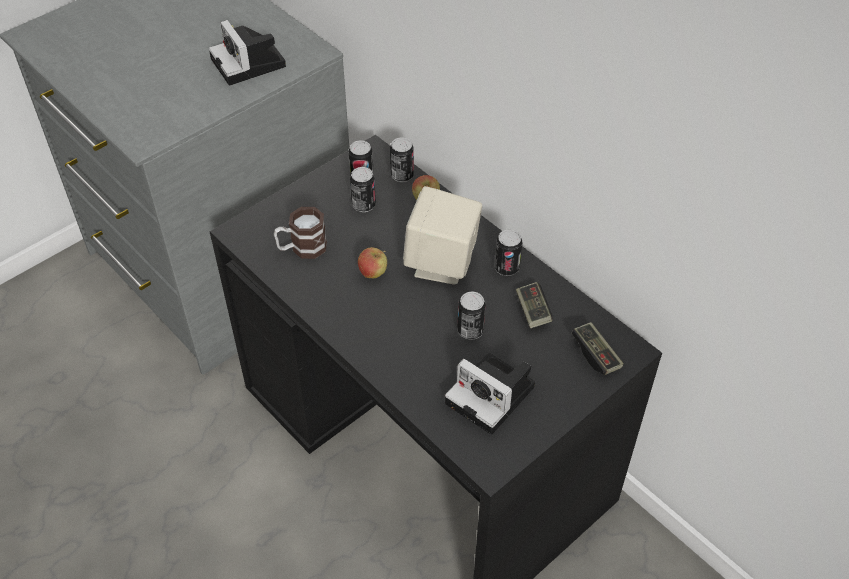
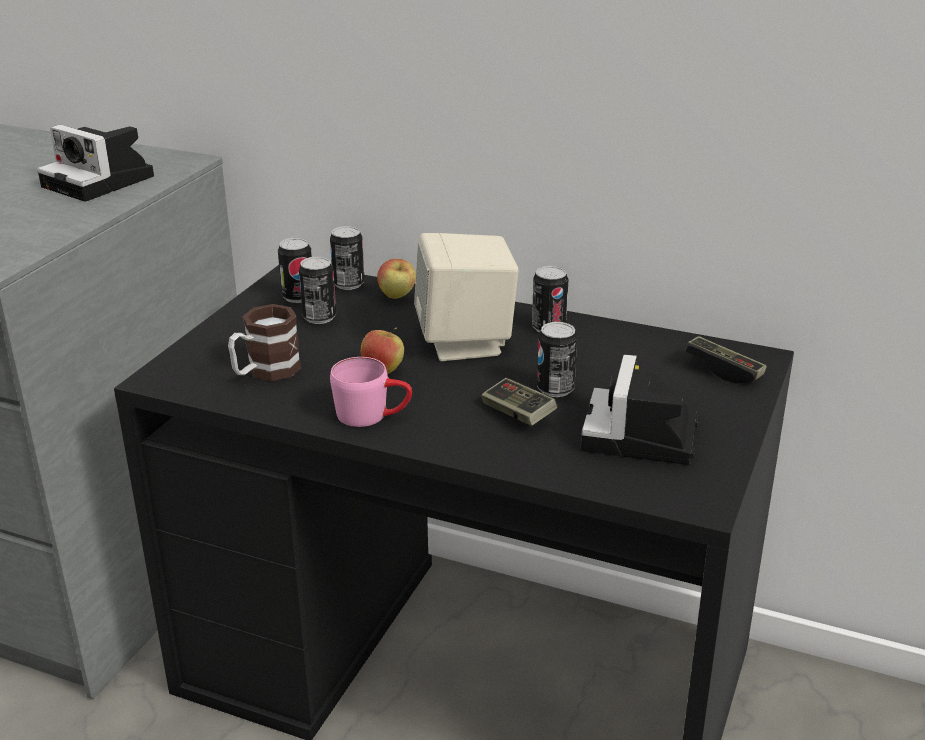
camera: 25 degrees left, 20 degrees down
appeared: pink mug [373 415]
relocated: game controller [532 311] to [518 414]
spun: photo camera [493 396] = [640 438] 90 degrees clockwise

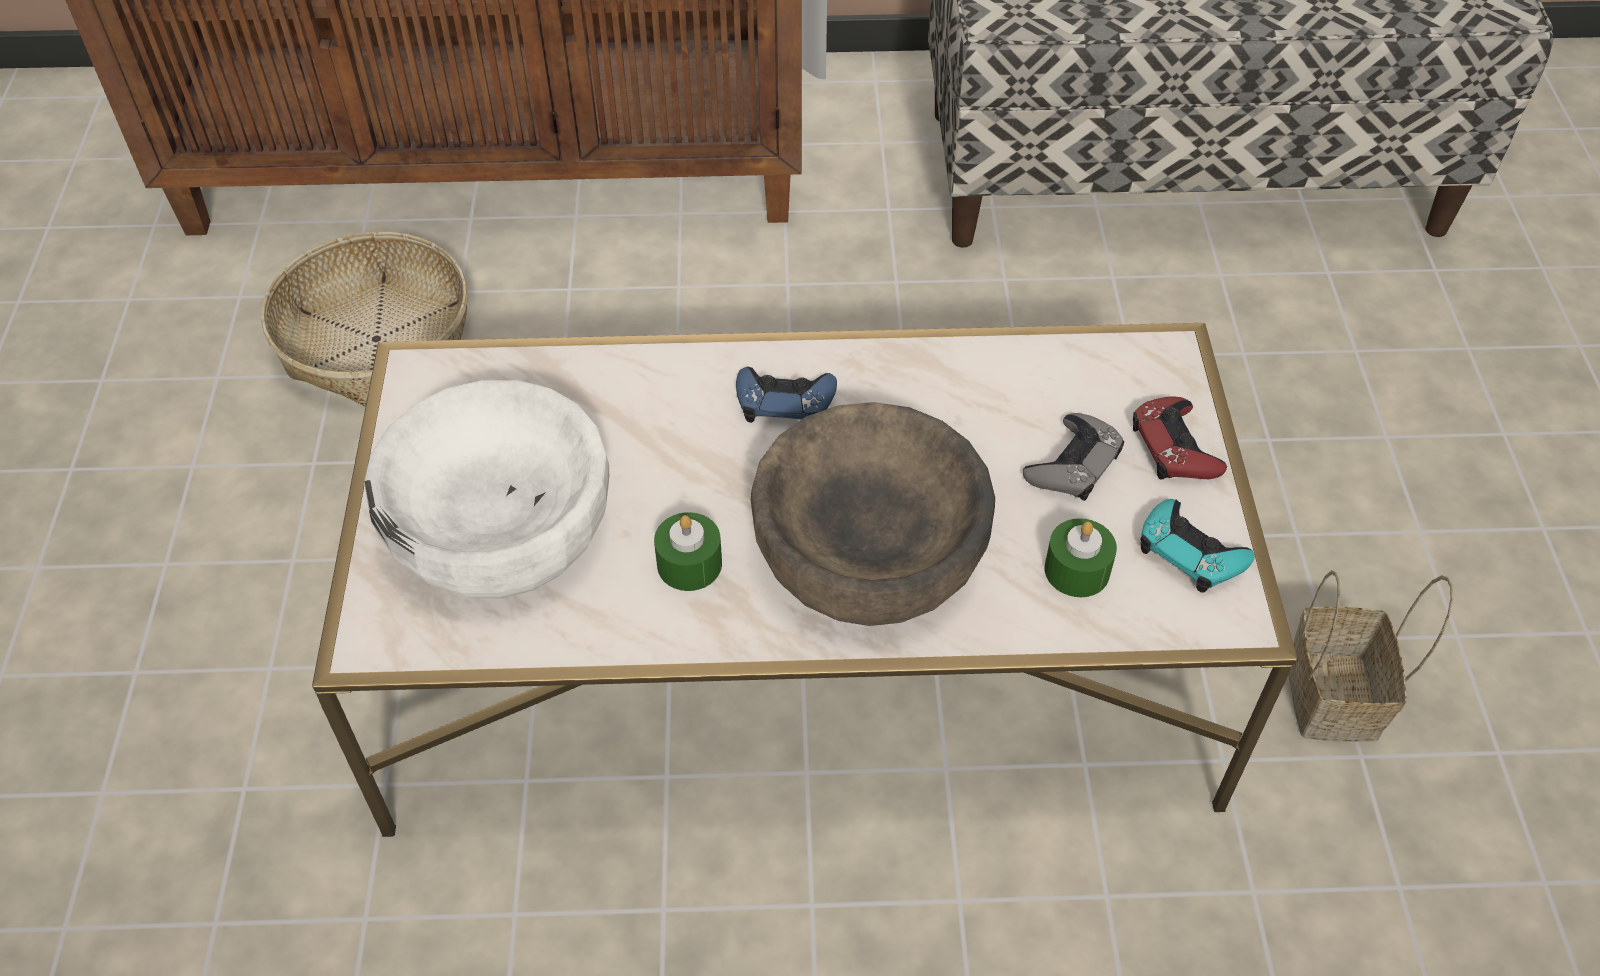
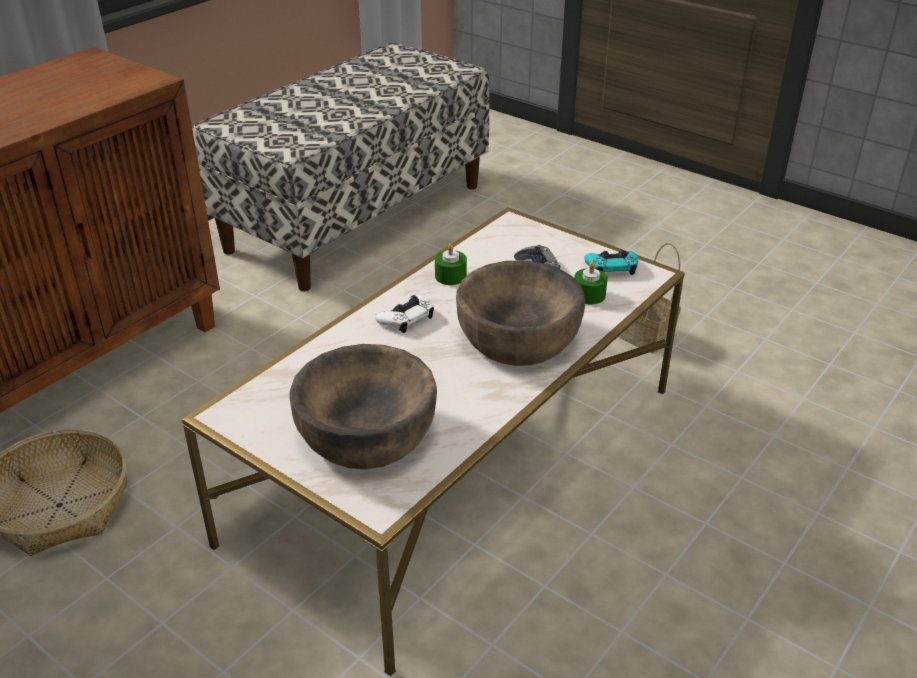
camera: 50 degrees left, 15 degrees down
missing: red game controller [1174 447]
relocated: green candle [689 564] to [450 276]
colour: blue game controller [784 402] to white game controller [406 318]; white bowl [501 530] to brown bowl [367 434]

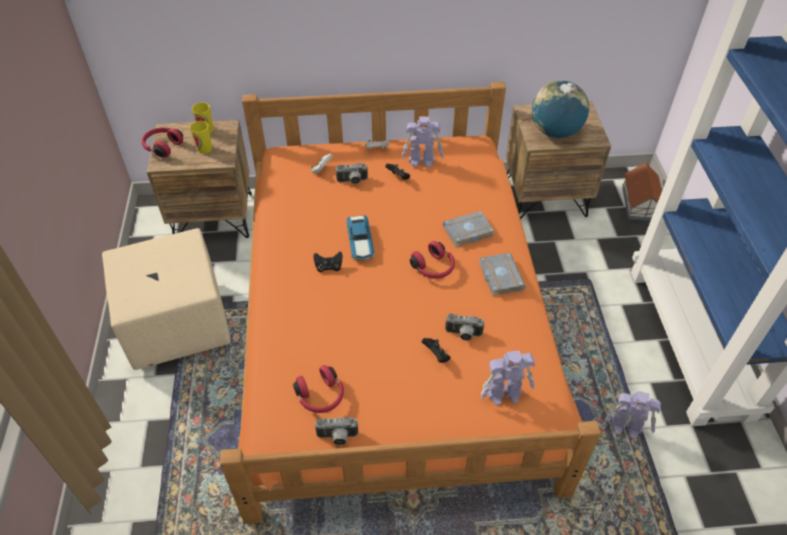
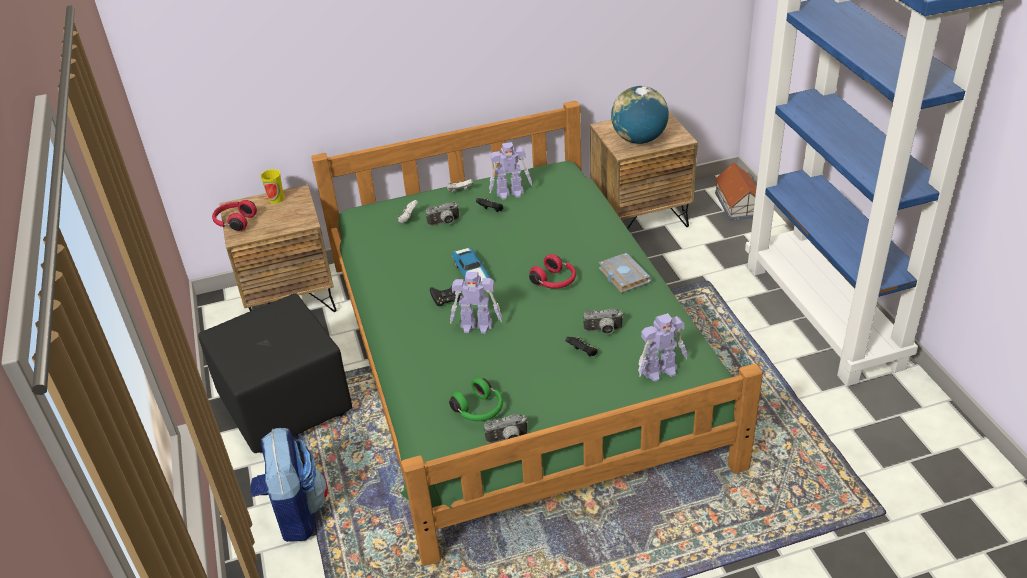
camera: 10 degrees left, 10 degrees down
missing: cup [204 148]; grey book [467 232]
appeared: backpack [295 513]
relocated: toy robot [626 428] to [477 326]
colour: orange bed [392 320] to green bed [517 356]; beige ottoman [178 324] to black ottoman [286 405]; red headphones [321 397] to green headphones [479 410]

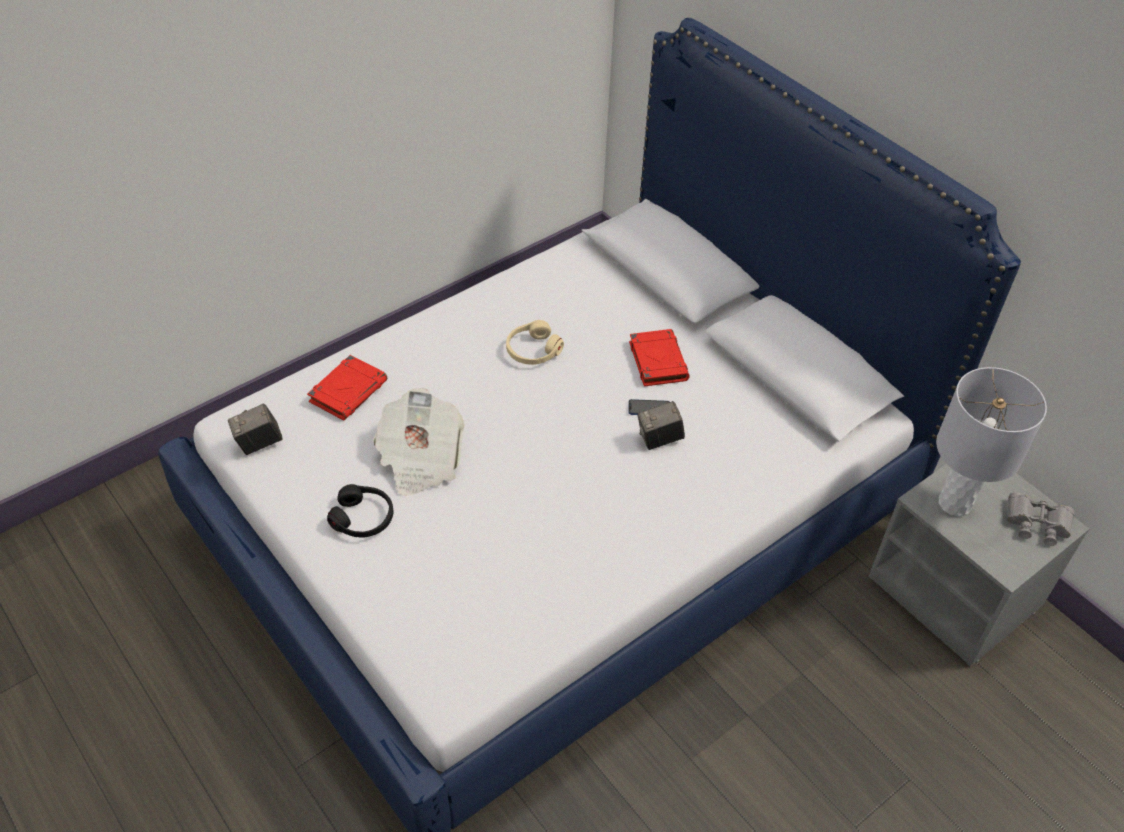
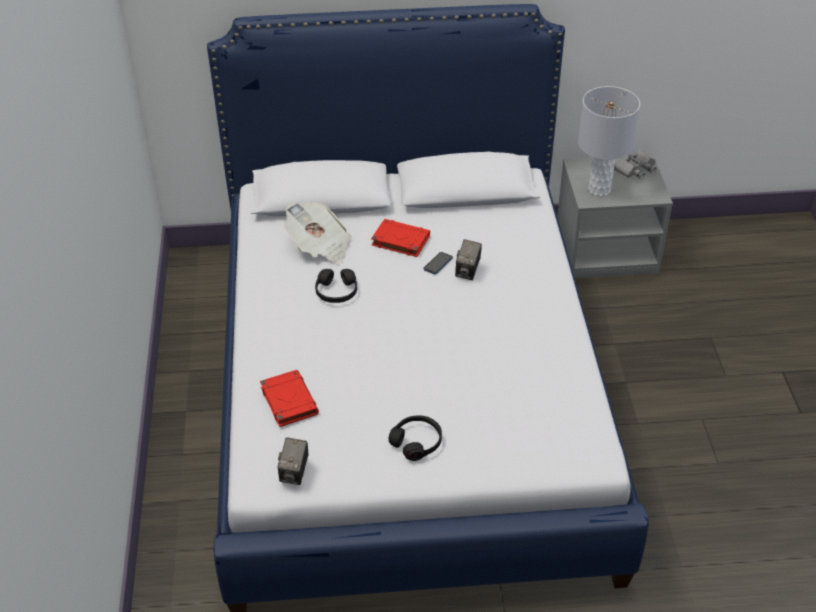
camera: 55 degrees left, 5 degrees down
relocated: newspaper [420 459] to [319 246]
colour: beige headphones [533 350] to black headphones [336 292]

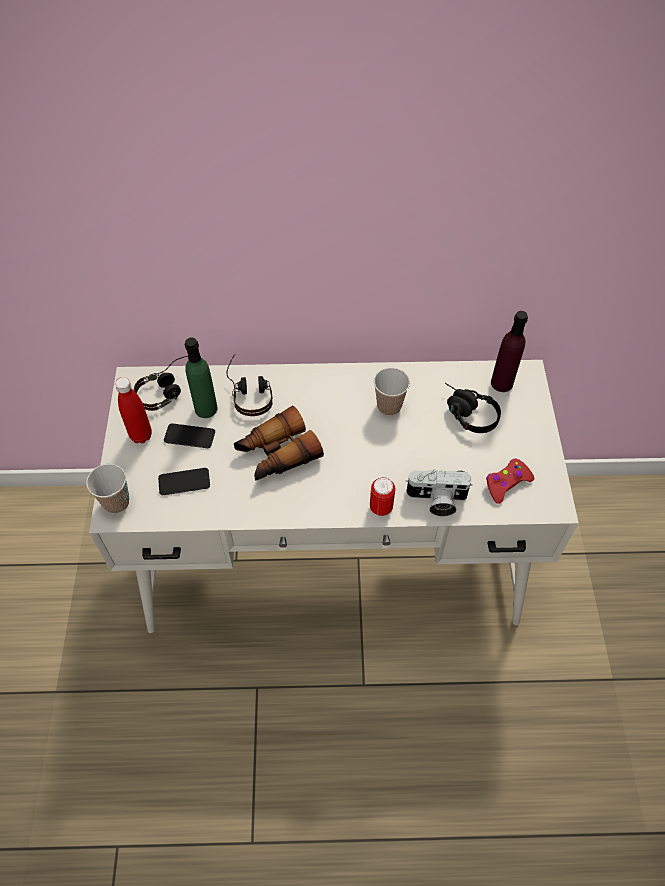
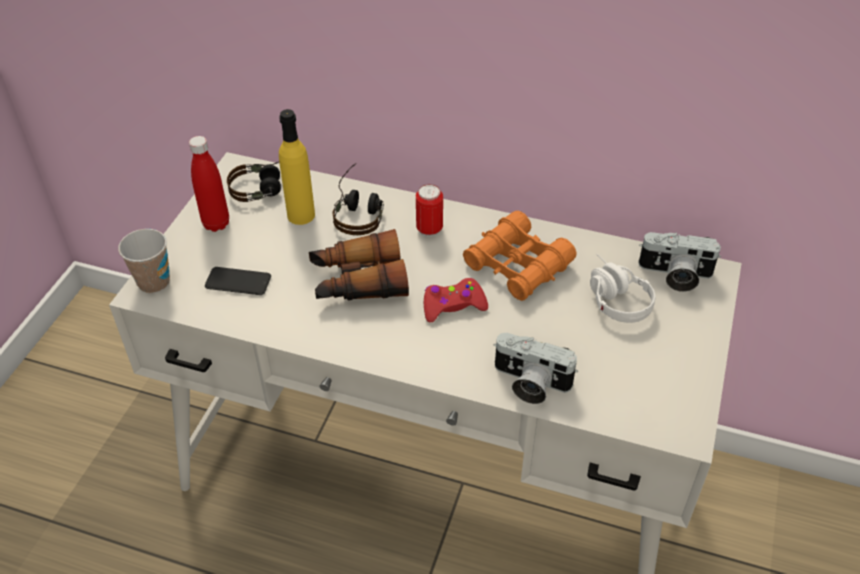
camera: 20 degrees right, 10 degrees down
missing: phone [189 436]
relocated: red game controller [506 483] to [453 305]; can [381 508] to [429 229]
exchanged: purple bottle [501 383] to photo camera [674 275]; cup [389 406] to orange binoculars [517 265]
colour: green bottle [206 408] to yellow bottle [301 215]; black headphones [466 413] to white headphones [612 297]

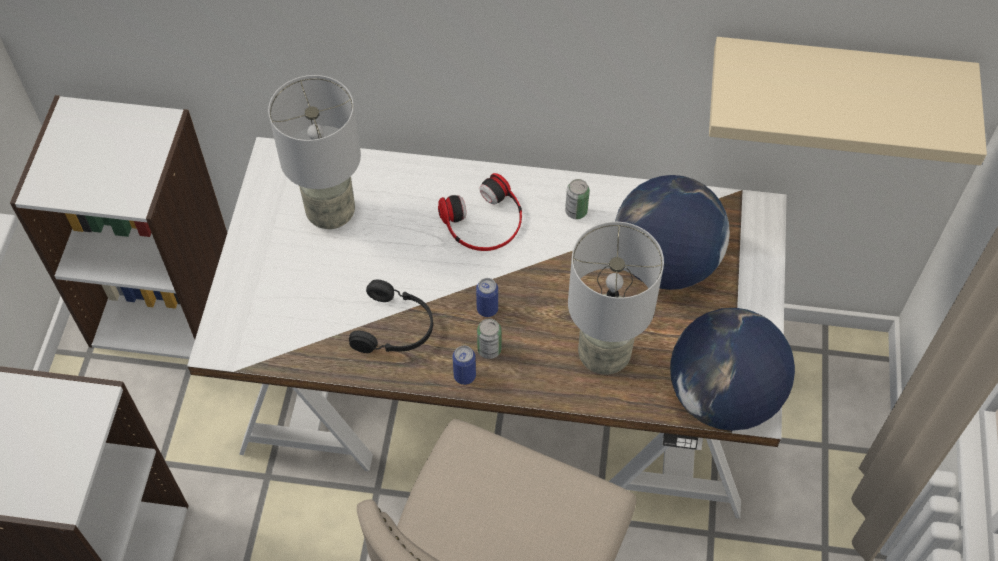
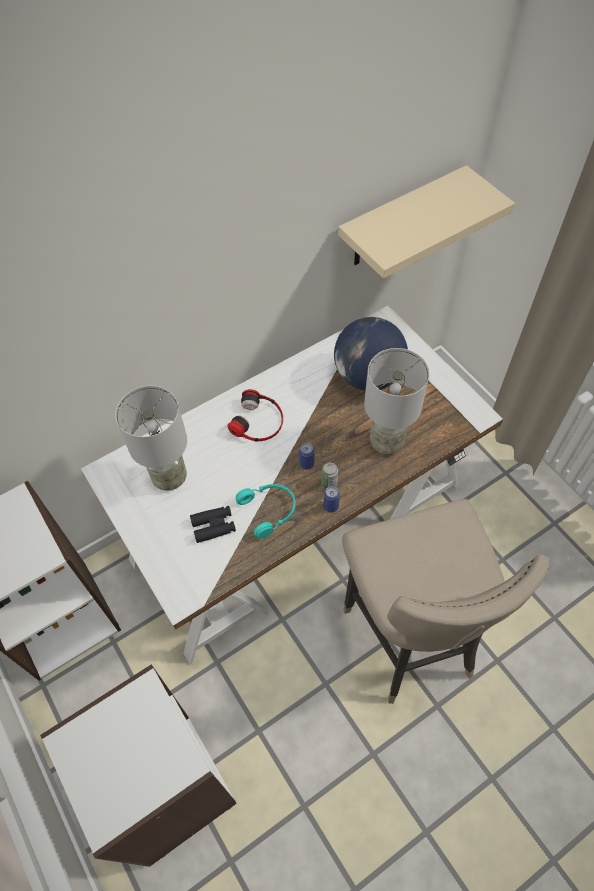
camera: 40 degrees left, 0 degrees up
missing: can [576 211]; globe [723 397]
appeared: black binoculars [213 526]
colour: black headphones [395 328] to turquoise headphones [269 510]

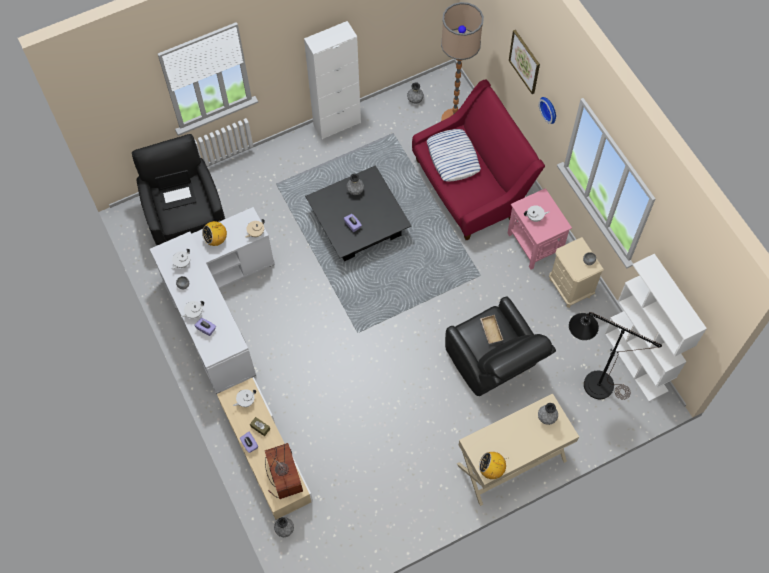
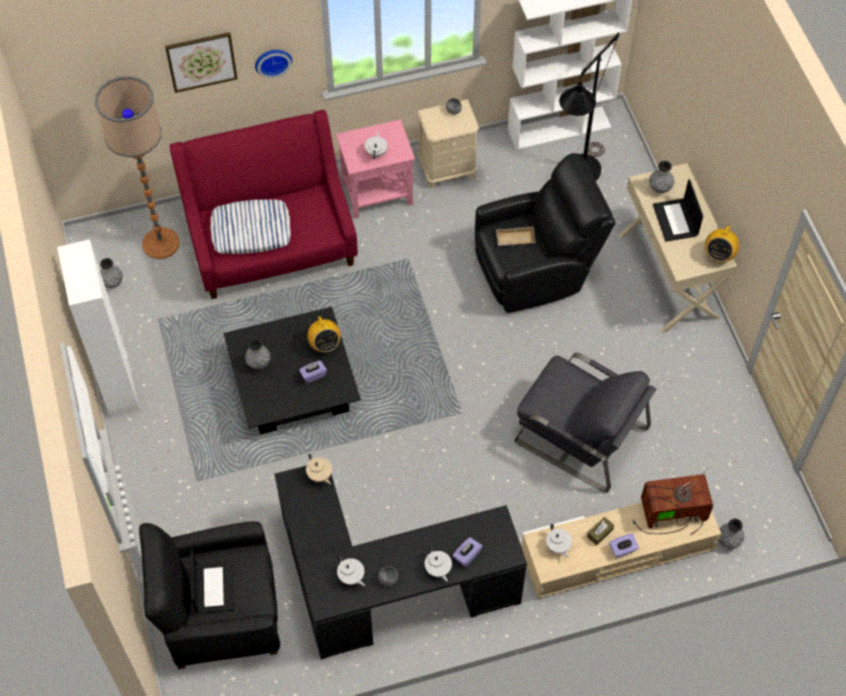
camera: 80 degrees left, 5 degrees down
appeared: laptop [676 220]; grey armchair [580 434]
relocated: radio [216 239] to [324 344]
colour: white desk [217 307] to black desk [384 586]

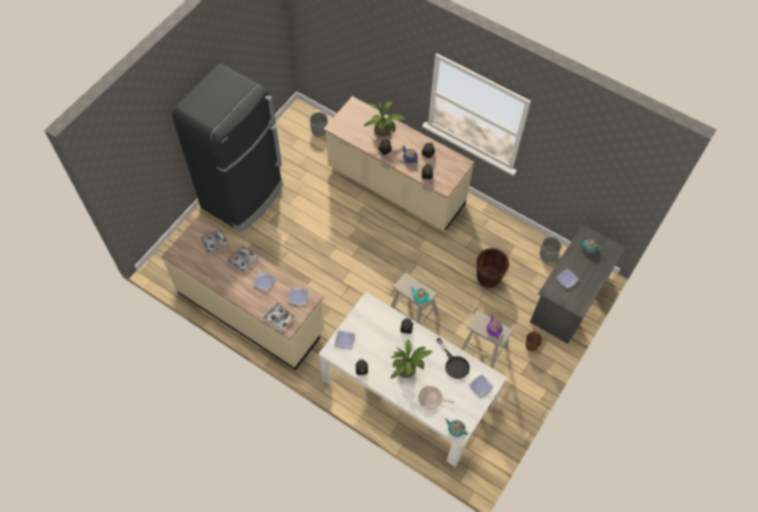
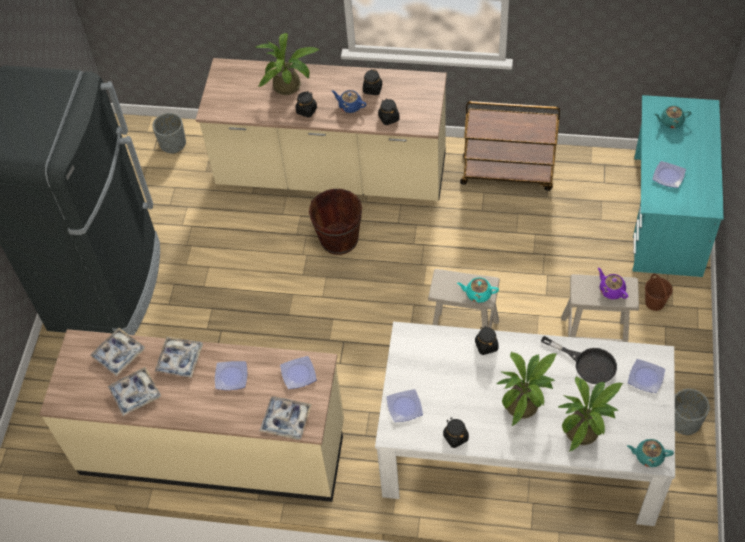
camera: 20 degrees left, 5 degrees down
appeared: brown cart [508 172]; tray [135 394]
relocated: grey planter [548 255] to [685 421]; brown bucket [488 277] to [339 239]
exchanged: frying pan [431 399] to potted plant [586 429]
colour: grey desk [569 298] to turquoise desk [666 215]

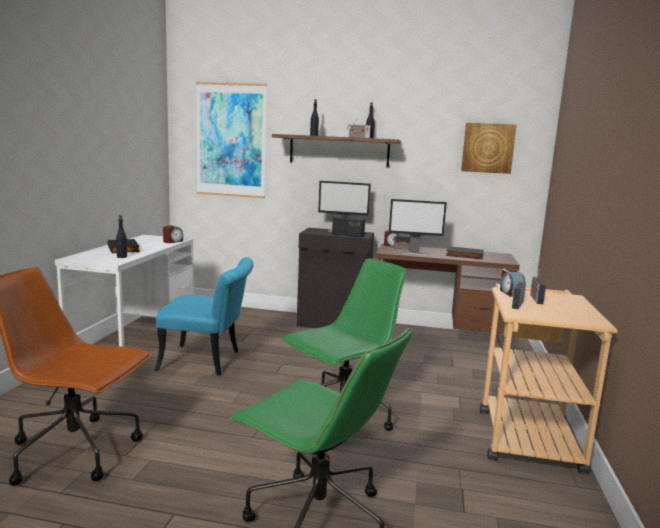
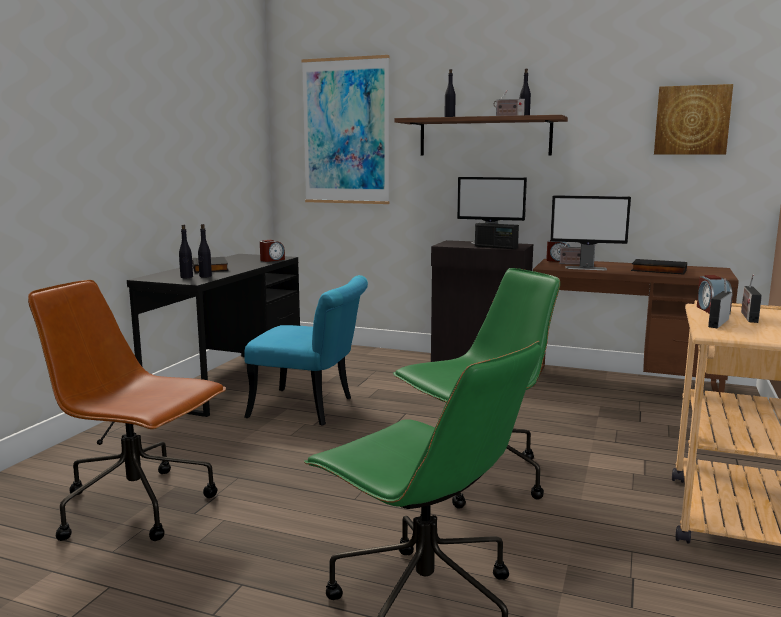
camera: 10 degrees right, 0 degrees up
appeared: black bottle [186 277]
colour: white desk [136 339] to black desk [228 382]

